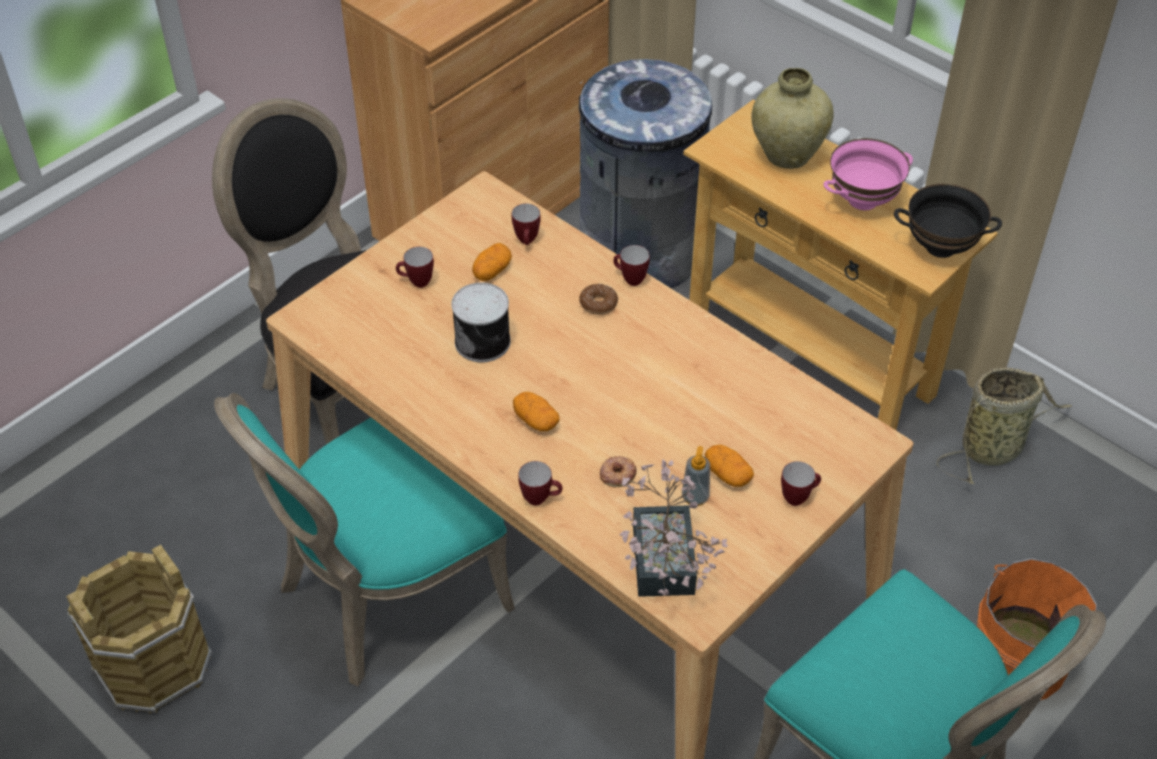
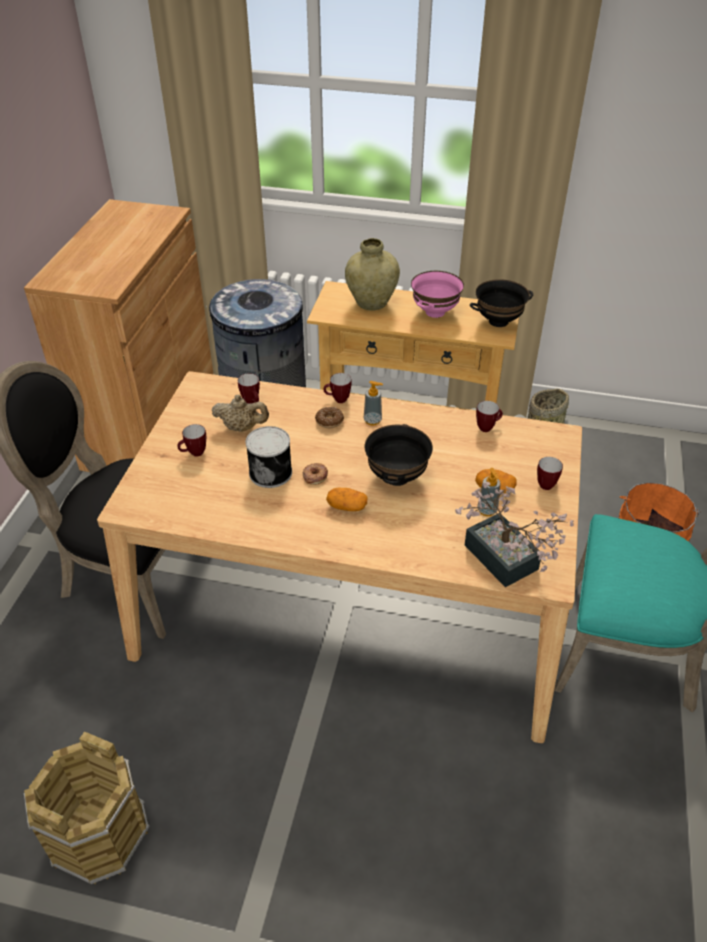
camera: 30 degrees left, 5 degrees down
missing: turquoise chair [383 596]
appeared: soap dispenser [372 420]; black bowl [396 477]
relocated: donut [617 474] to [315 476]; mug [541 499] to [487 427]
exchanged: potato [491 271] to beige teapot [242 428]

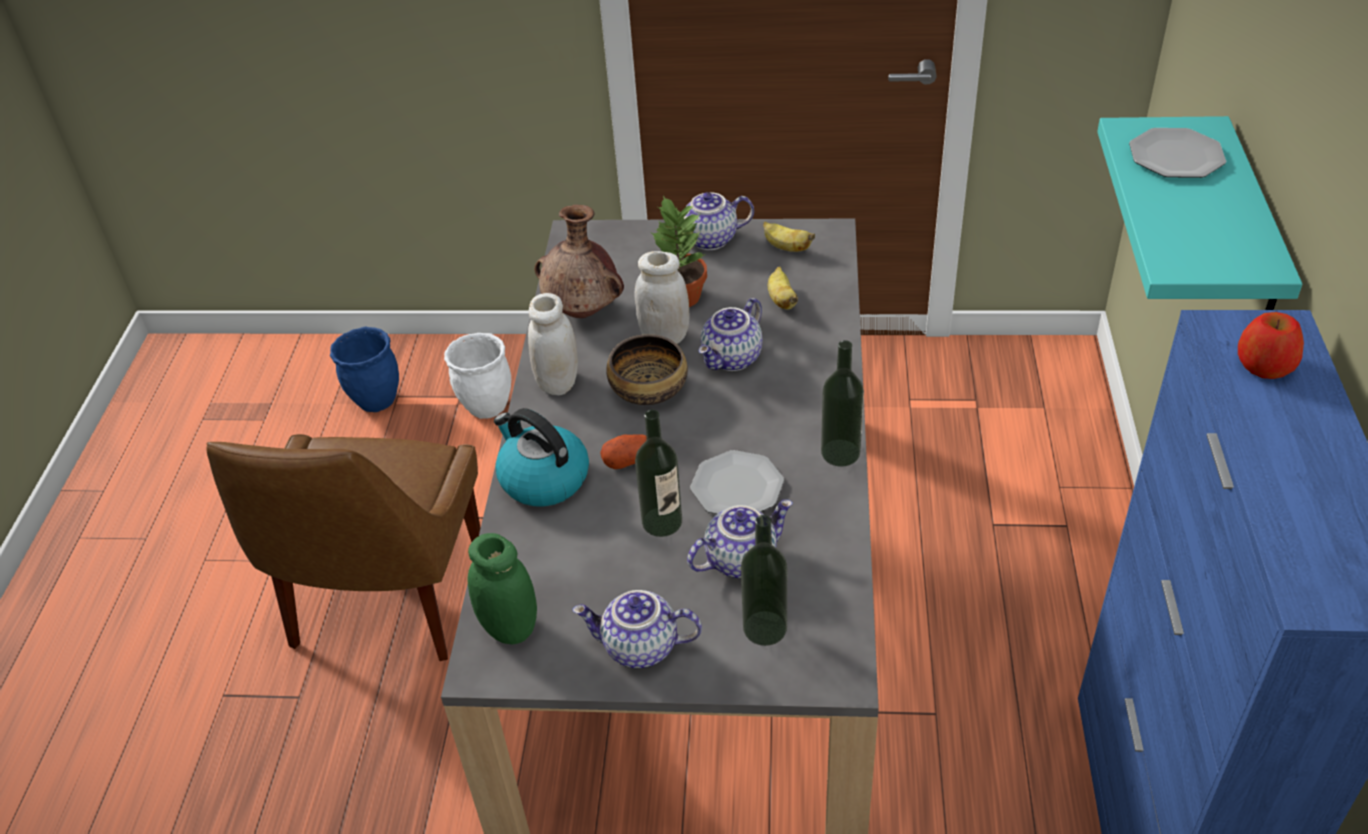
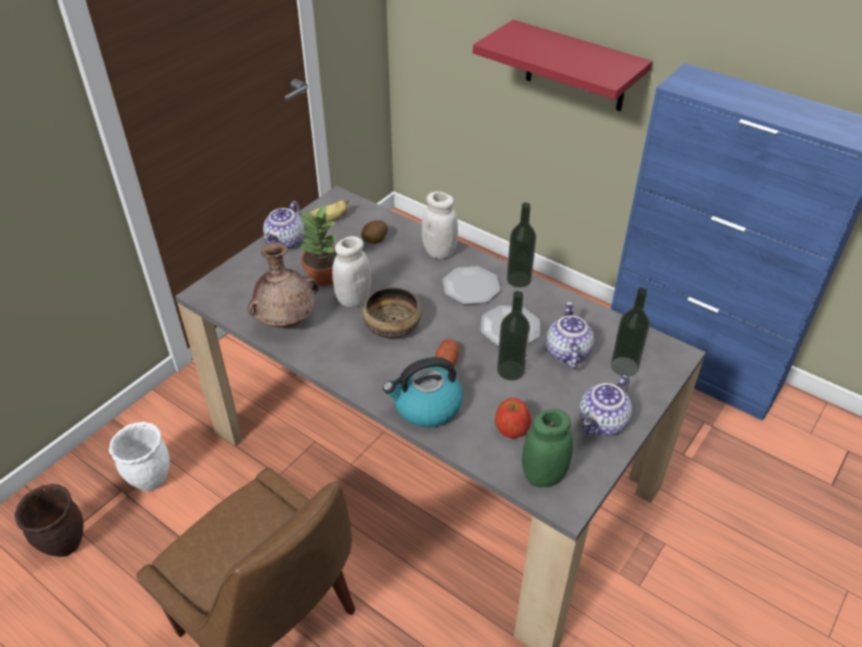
camera: 60 degrees left, 0 degrees up
missing: teapot [733 359]
relocated: plate [1175 156] to [470 287]; white jar [558 383] to [439 252]; apple [1265 364] to [511 427]
exchanged: banana [781 300] to potato [374 241]
colour: turquoise shelf [1249 238] to red shelf [576 67]; blue planter [376 400] to brown planter [64 543]

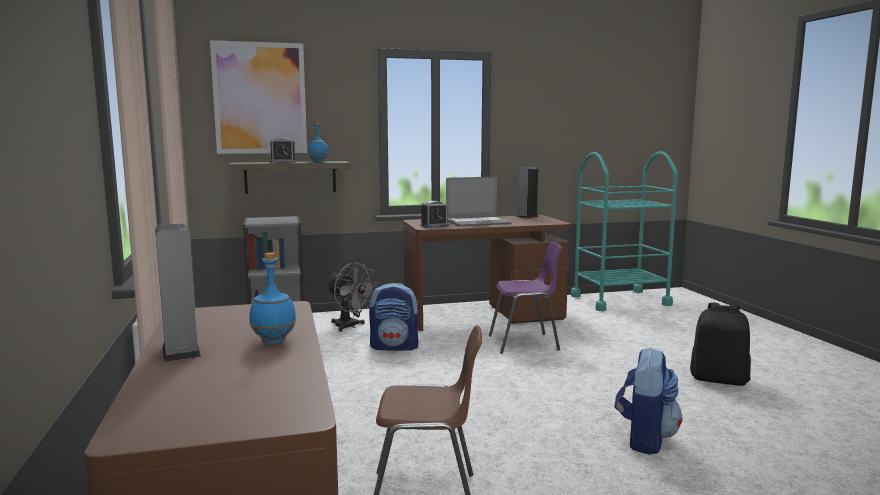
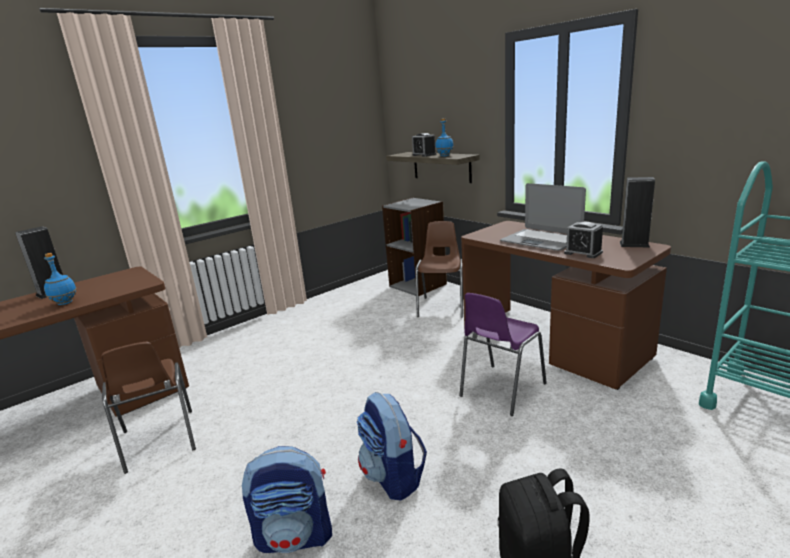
camera: 65 degrees right, 10 degrees up
missing: picture [260 98]
relocated: alarm clock [434 225] to [583 253]; backpack [395 347] to [393 477]
exchanged: grey fan [350 326] to brown chair [442 306]
spun: purple chair [525 343] = [500 390] 75 degrees clockwise

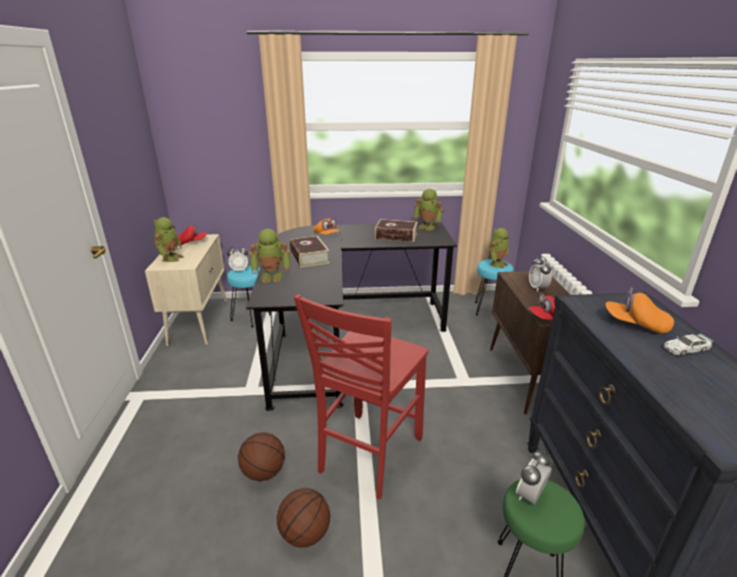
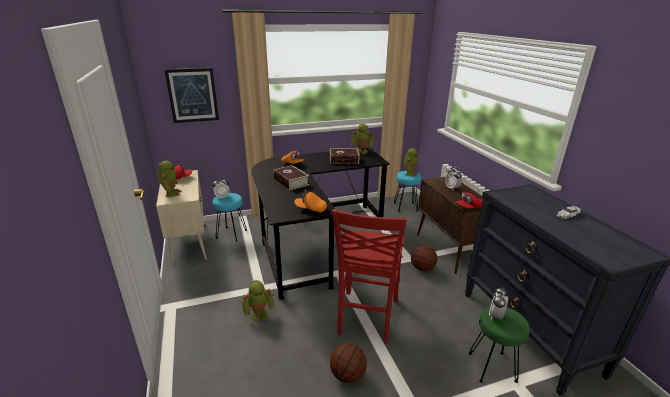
camera: 15 degrees left, 0 degrees up
appeared: picture [192 95]
relocated: toy robot [272 277] to [259 314]; orange cap [635 324] to [310 209]; basketball [264 472] to [422 268]

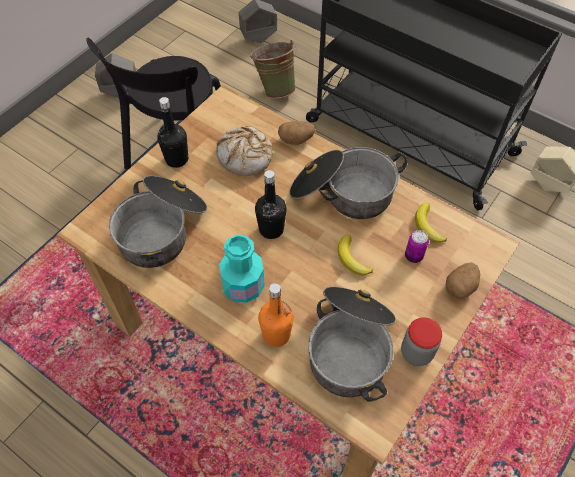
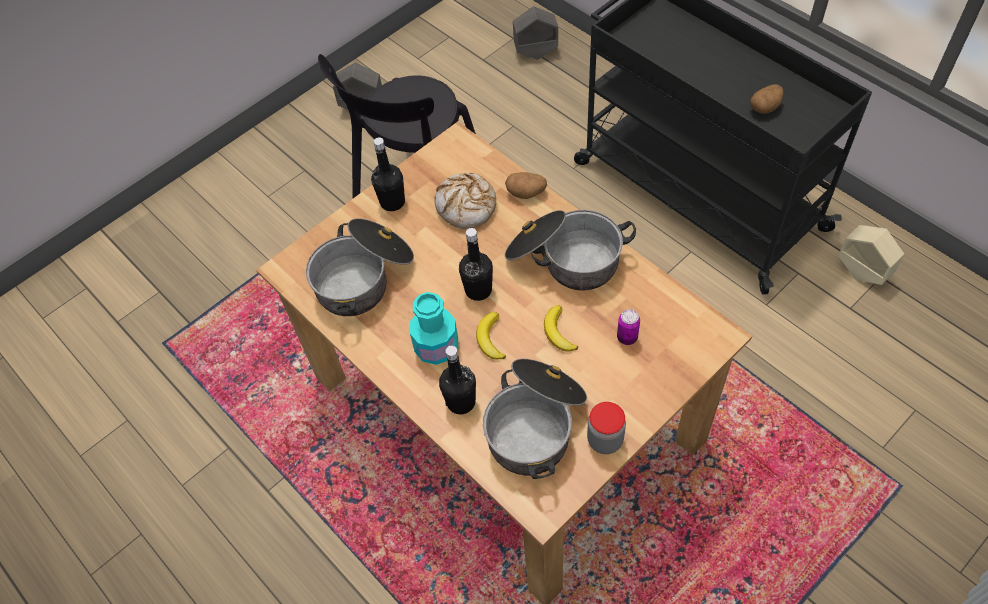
camera: 15 degrees right, 0 degrees up
missing: green bucket [275 88]
relocated: banana [427 226] to [490 339]; potato [460 287] to [765 107]
colour: orange bottle [276 335] to black bottle [461 402]

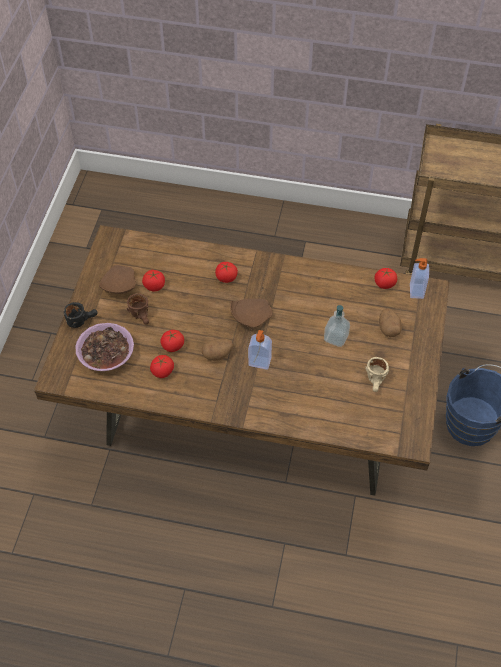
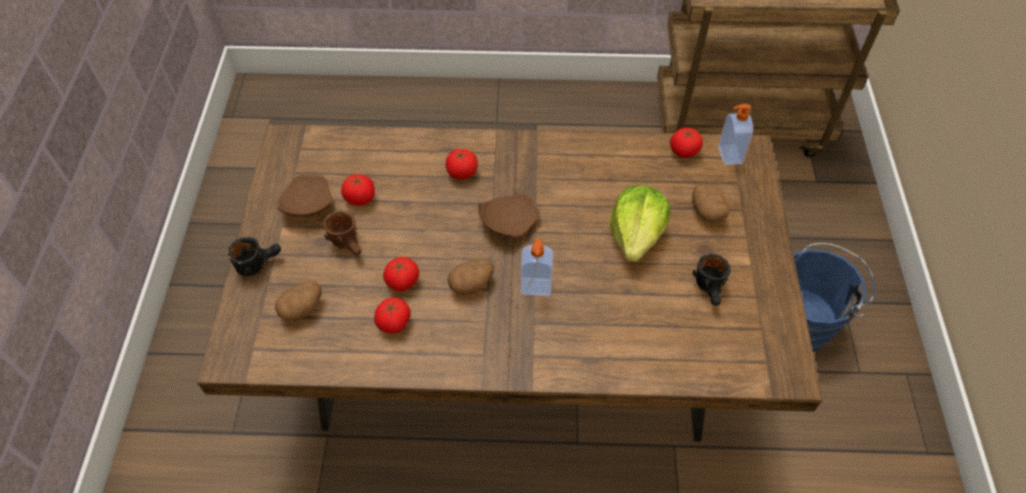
camera: 10 degrees left, 0 degrees up
exchanged: soap dispenser [336 338] to lettuce [636 235]; bowl [105 354] to potato [302 308]
colour: beige mug [376 382] to black mug [711 291]

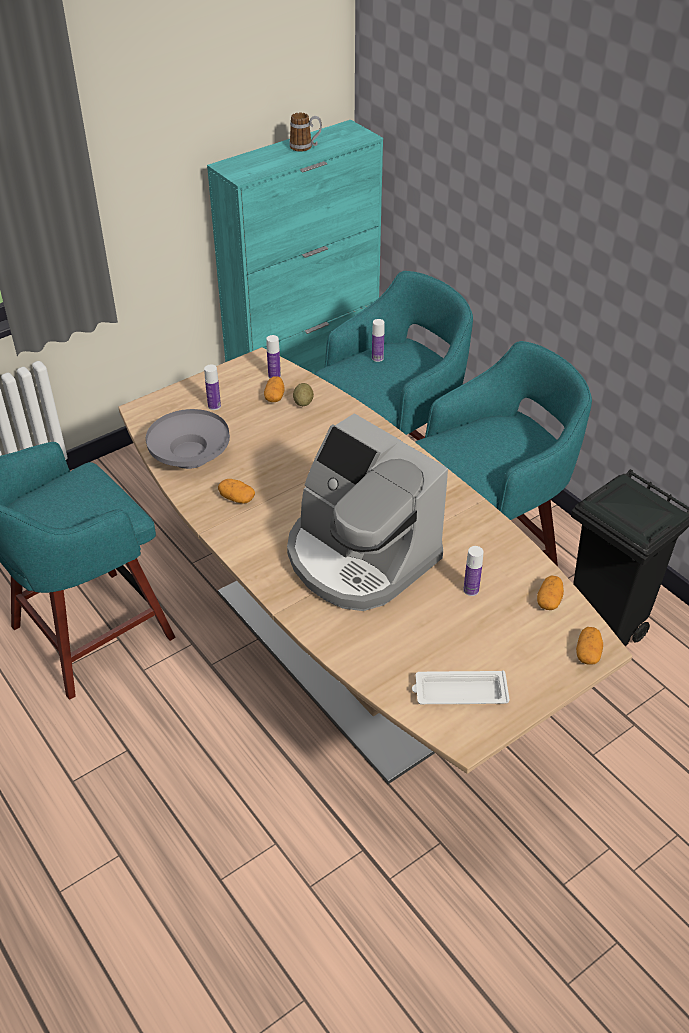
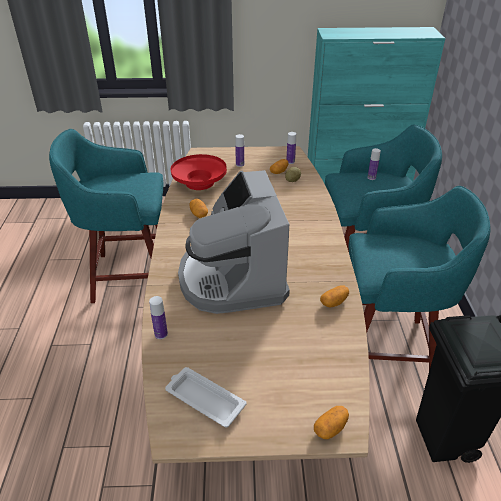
camera: 35 degrees right, 5 degrees down
missing: mug [305 147]
relocated: bottle [471 590] to [161 334]; potato [549 600] to [334 302]
colour: grey bowl [189 454] to red bowl [199 182]

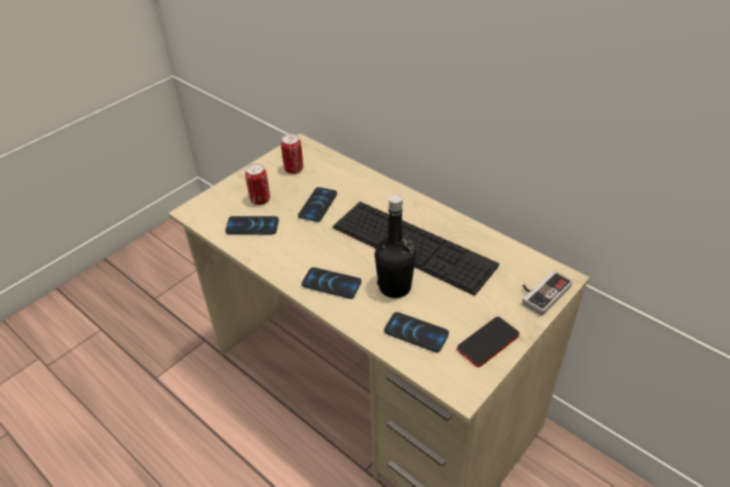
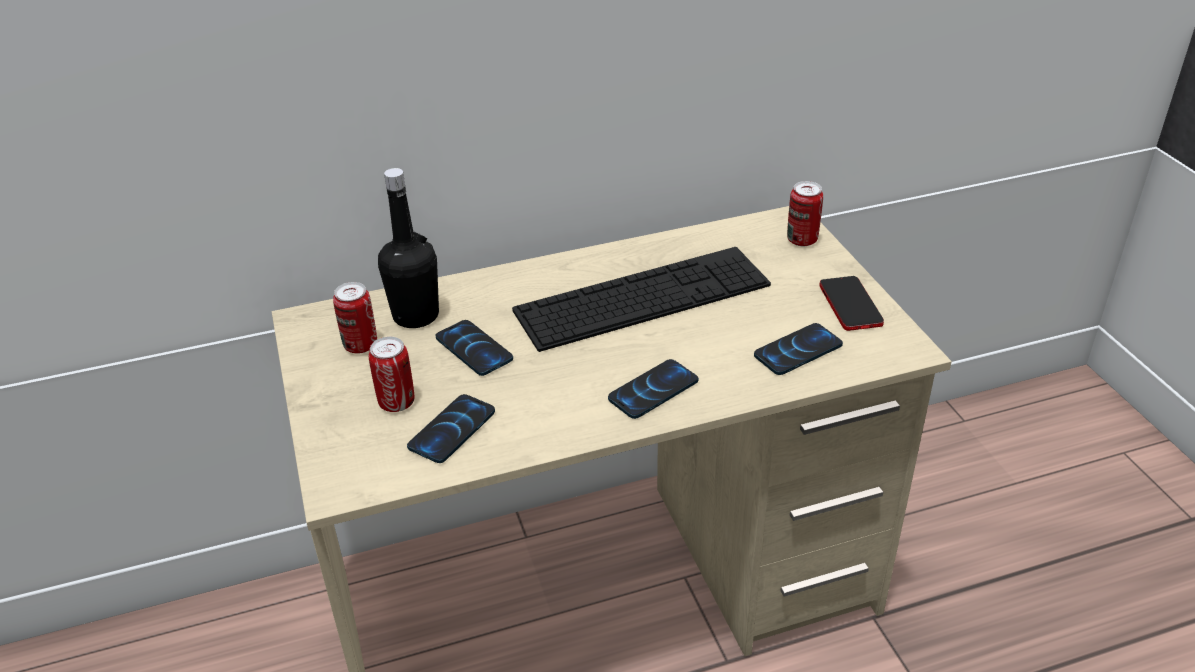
camera: 60 degrees left, 5 degrees down
relocated: black bottle [395 287] to [416 315]
exchanged: game controller [541 292] to can [802 240]

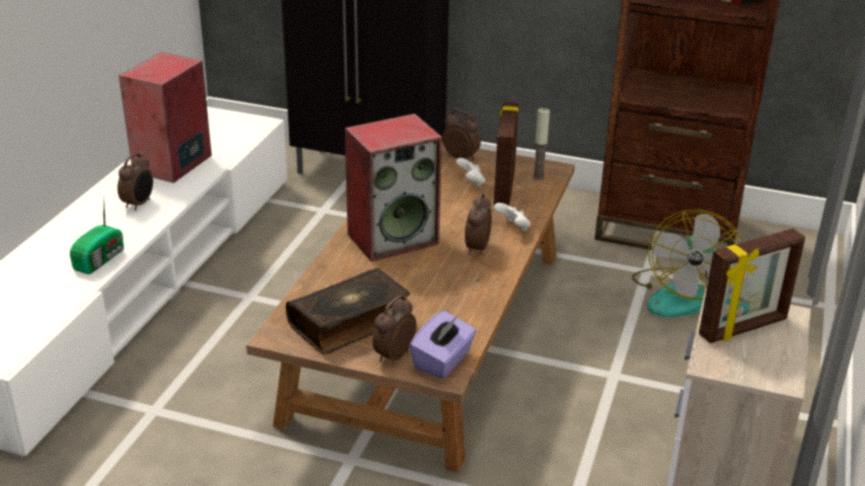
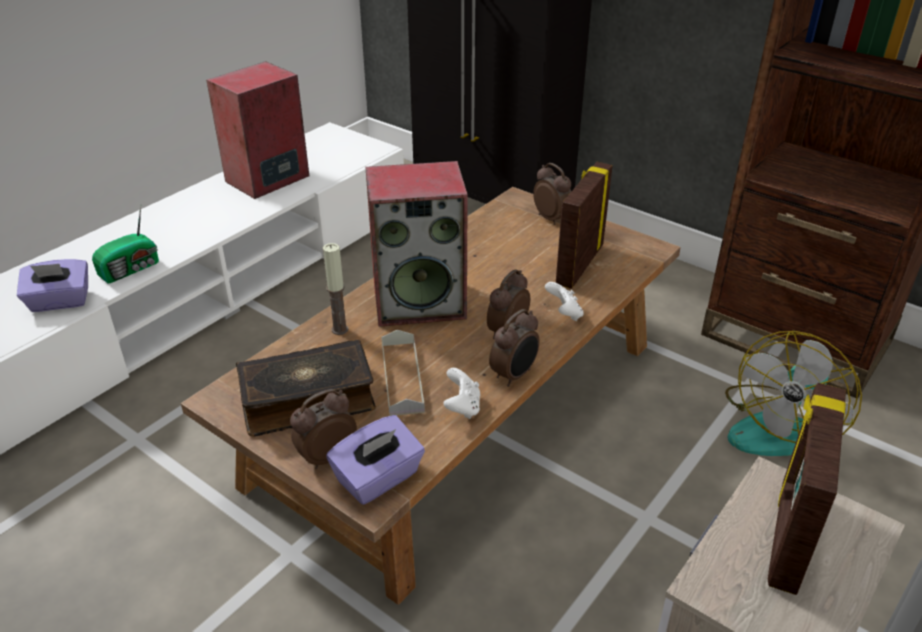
camera: 20 degrees right, 5 degrees up
appeared: purple tissue box [60 302]; grey tray [402 377]
relocated: candle [538 177] to [340 329]; alarm clock [139 204] to [514 375]; white game controller [471 182] to [462 407]
spun: picture frame [744 328] = [786 535] 120 degrees clockwise

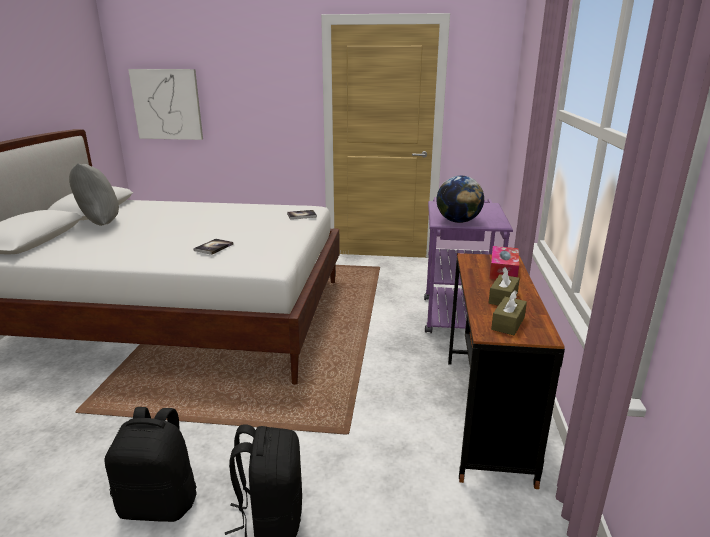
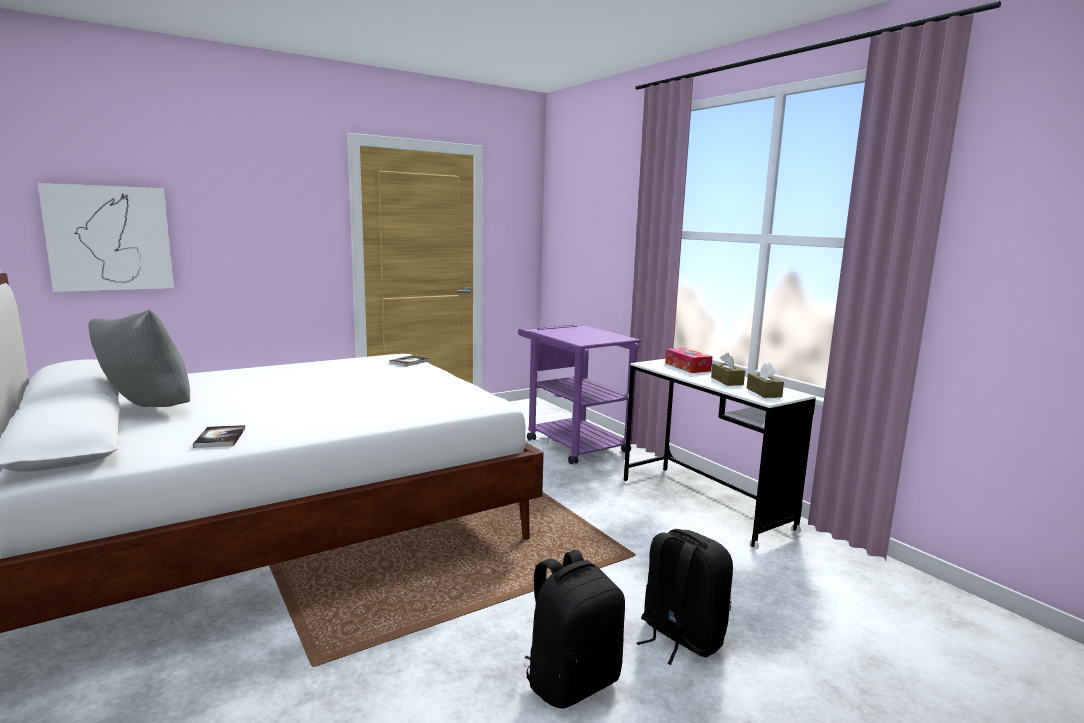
camera: 40 degrees left, 10 degrees down
missing: globe [458 221]
relocated: book [213 247] to [220 438]
colour: brown desk [485 415] to white desk [704 504]

